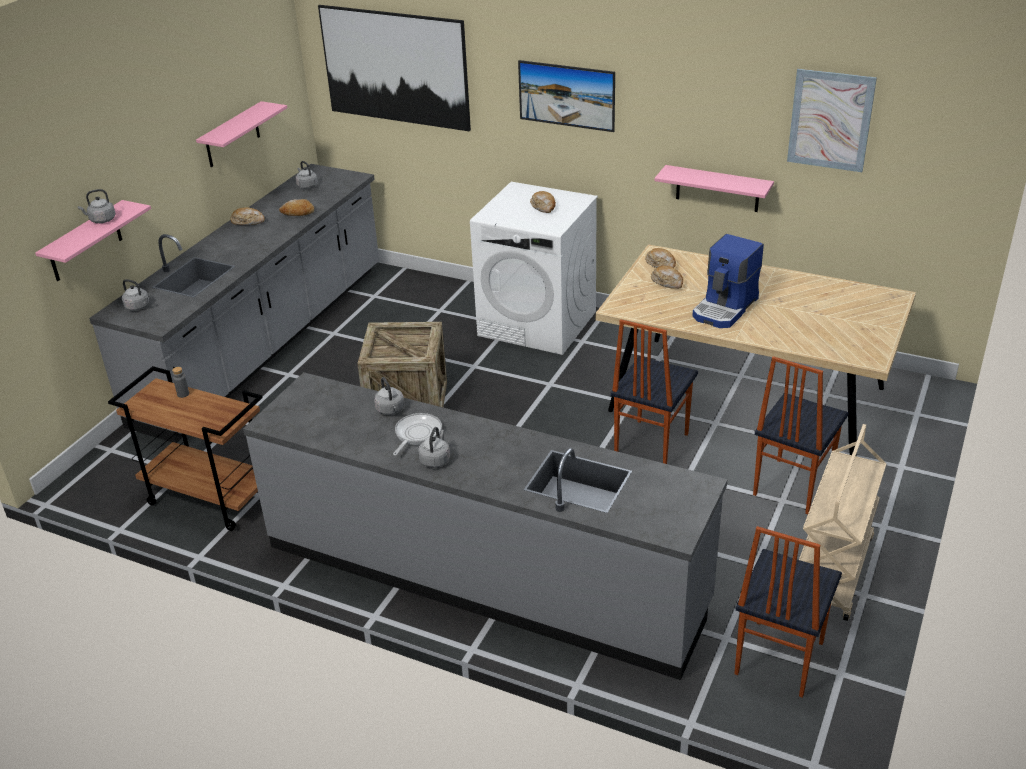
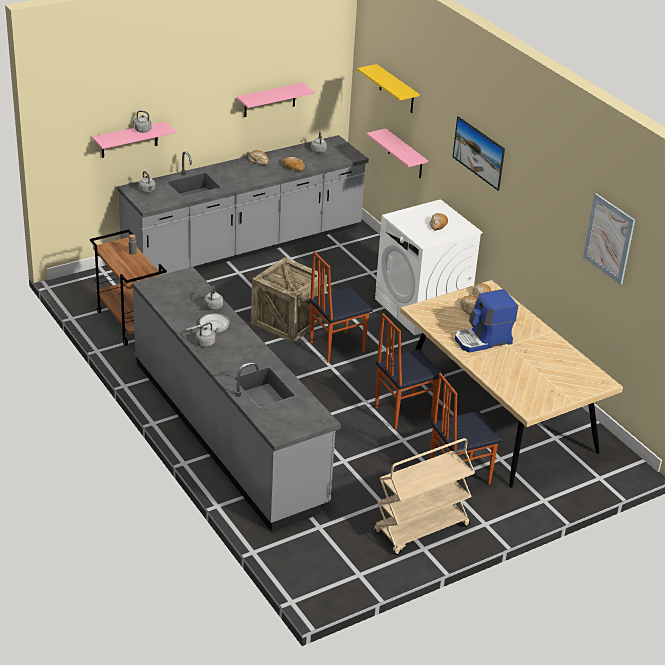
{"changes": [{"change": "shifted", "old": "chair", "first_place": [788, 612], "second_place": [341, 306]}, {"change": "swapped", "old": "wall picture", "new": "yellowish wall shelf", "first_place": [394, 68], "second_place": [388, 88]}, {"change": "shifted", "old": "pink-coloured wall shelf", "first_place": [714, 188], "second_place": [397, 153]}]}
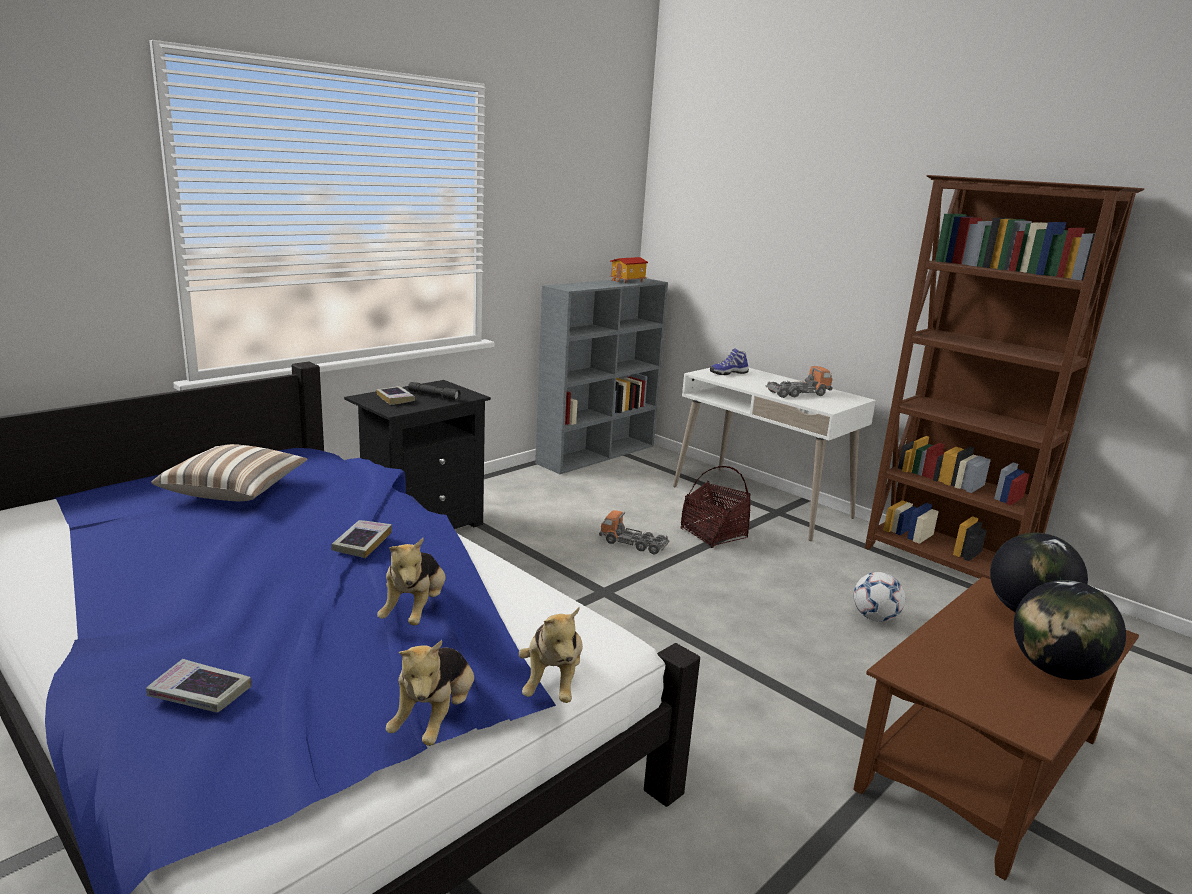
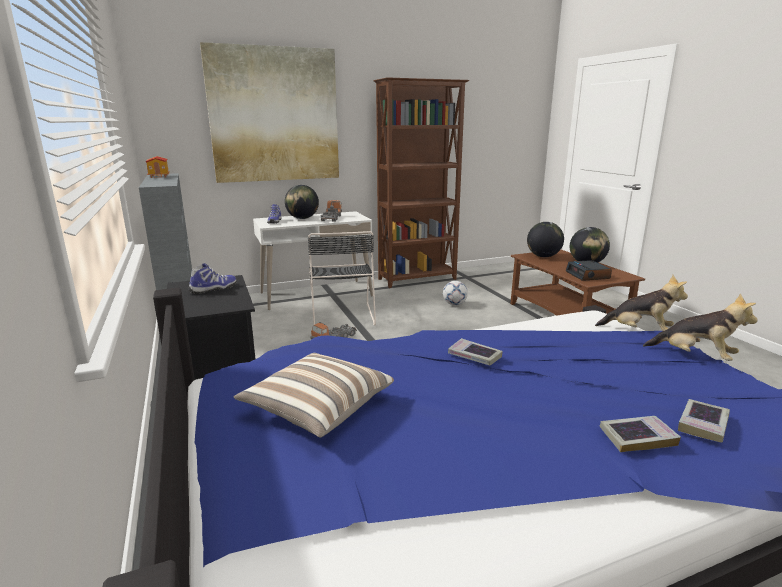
{"changes": [{"change": "swapped", "old": "grey flashlight", "new": "item of footwear", "first_place": [434, 391], "second_place": [212, 278]}, {"change": "new", "new": "wall picture", "second_place": [269, 112]}, {"change": "new", "new": "globe", "second_place": [302, 202]}, {"change": "swapped", "old": "basket", "new": "black-coloured chair", "first_place": [716, 507], "second_place": [342, 278]}, {"change": "new", "new": "table clock", "second_place": [589, 270]}, {"change": "shifted", "old": "book", "first_place": [395, 395], "second_place": [640, 434]}, {"change": "gone", "old": "soft toy", "first_place": [411, 581]}]}
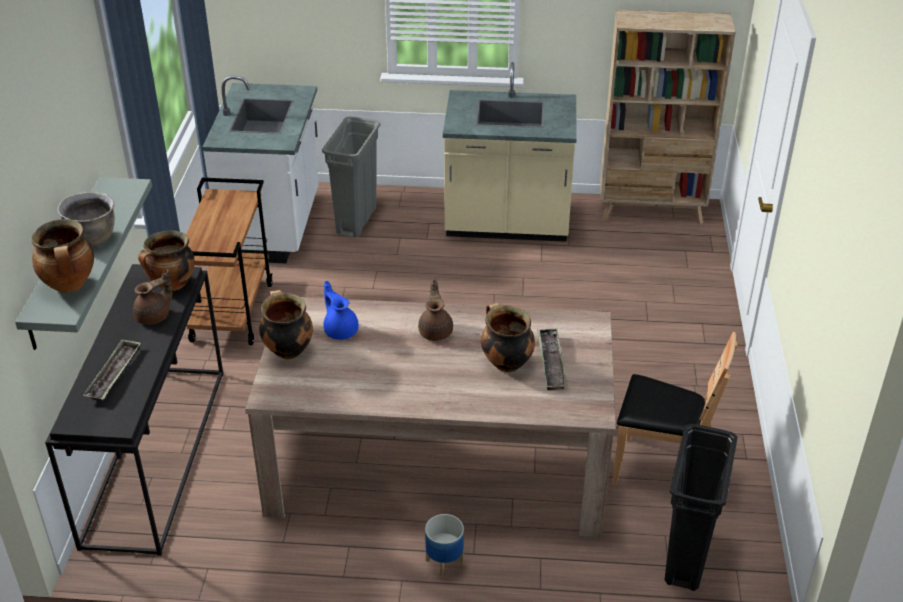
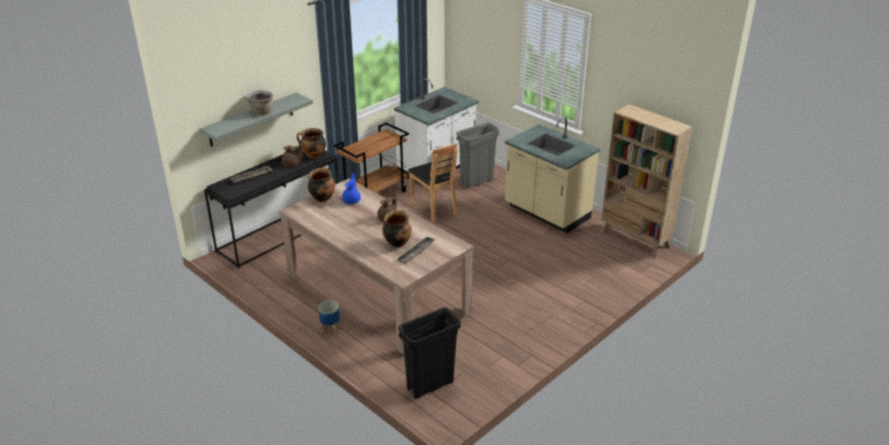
{"changes": [{"change": "shifted", "old": "brownish chair", "first_place": [674, 408], "second_place": [433, 183]}, {"change": "gone", "old": "cooking pot", "first_place": [63, 256]}]}
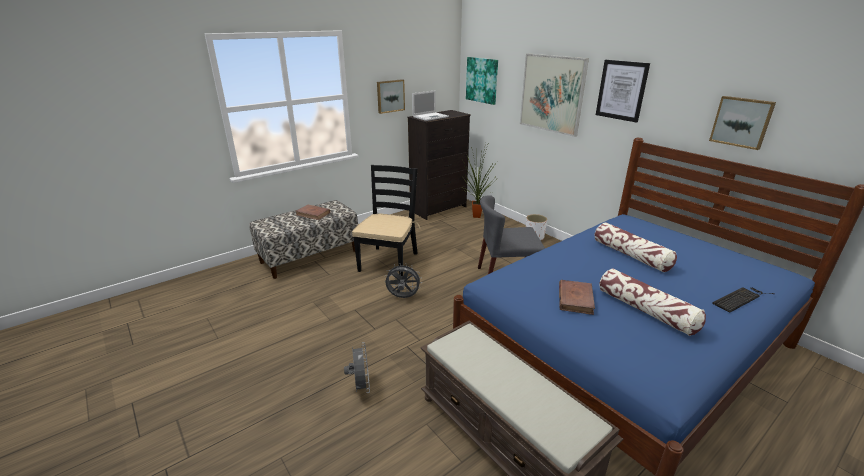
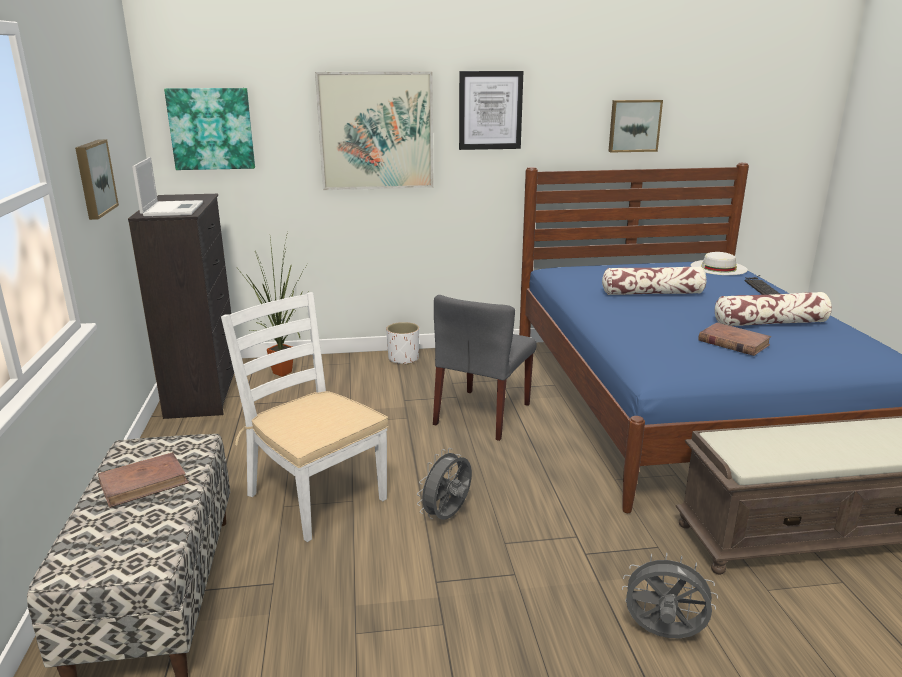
{"changes": [{"change": "repainted", "old": "black-coloured chair", "new": "white-coloured chair", "first_place": [386, 221], "second_place": [304, 417]}, {"change": "new", "new": "white-coloured hat", "second_place": [719, 263]}]}
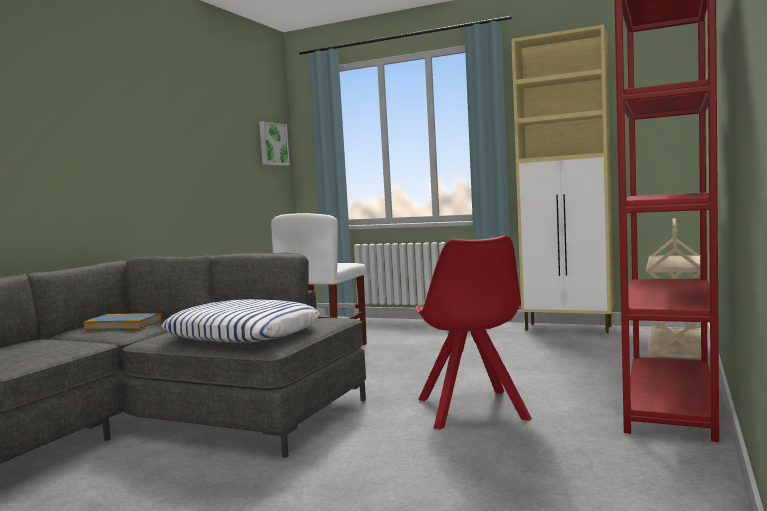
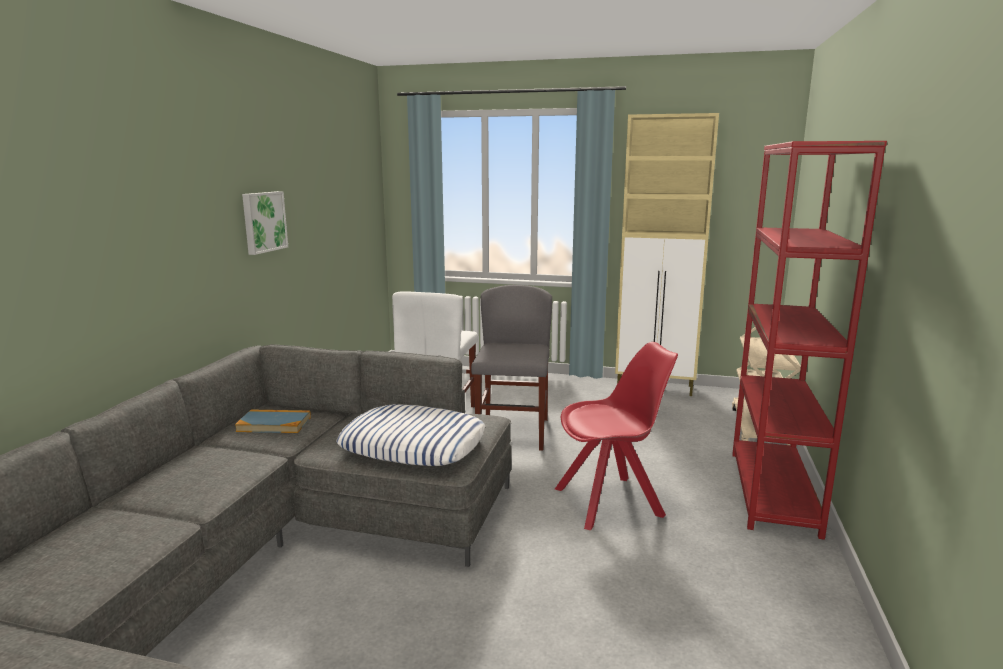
{"changes": [{"change": "shifted", "old": "wall picture", "first_place": [274, 143], "second_place": [265, 223]}, {"change": "new", "new": "grey chair", "second_place": [511, 368]}, {"change": "rotated", "old": "red chair", "first_place": [473, 332], "second_place": [616, 436], "degrees": -90}]}
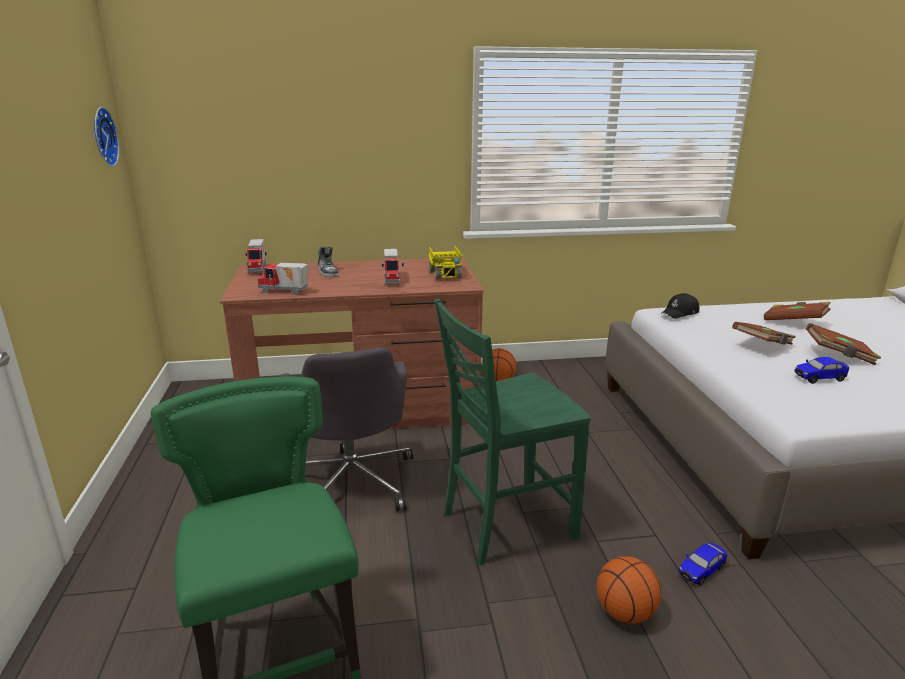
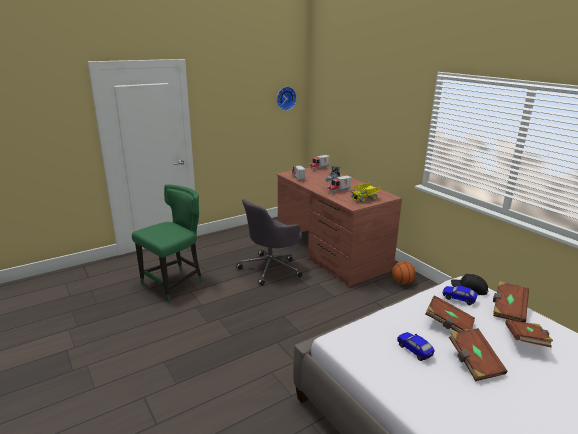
{"changes": [{"change": "shifted", "old": "miniature car", "first_place": [703, 564], "second_place": [460, 295]}, {"change": "new", "new": "brownish book", "second_place": [511, 302]}, {"change": "gone", "old": "green-coloured chair", "first_place": [512, 432]}, {"change": "gone", "old": "basketball ball", "first_place": [629, 590]}]}
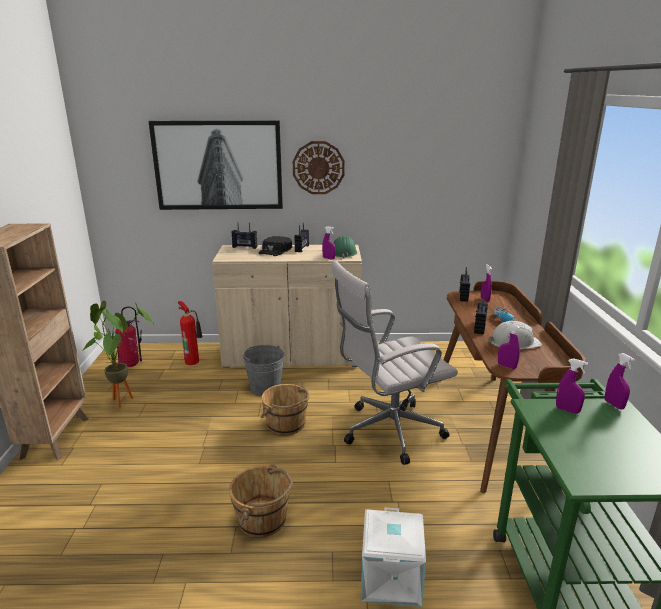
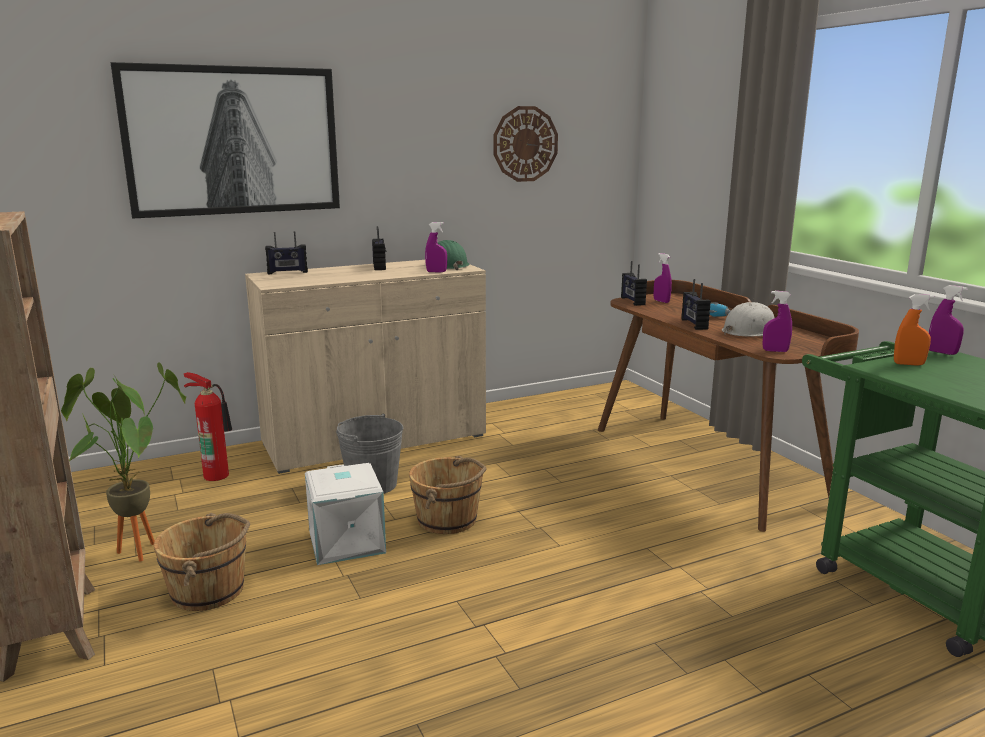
{"changes": [{"change": "shifted", "old": "brownish water bucket", "first_place": [261, 501], "second_place": [202, 562]}, {"change": "shifted", "old": "white-coloured storage container", "first_place": [393, 557], "second_place": [345, 514]}, {"change": "shifted", "old": "wall clock", "first_place": [319, 167], "second_place": [525, 144]}, {"change": "repainted", "old": "purple-coloured spray bottle", "new": "orangey spray bottle", "first_place": [572, 386], "second_place": [914, 330]}, {"change": "gone", "old": "fire-fighting cylinder", "first_place": [128, 336]}, {"change": "gone", "old": "black-coloured baseball cap", "first_place": [275, 246]}, {"change": "gone", "old": "white-coloured office chair", "first_place": [394, 363]}]}
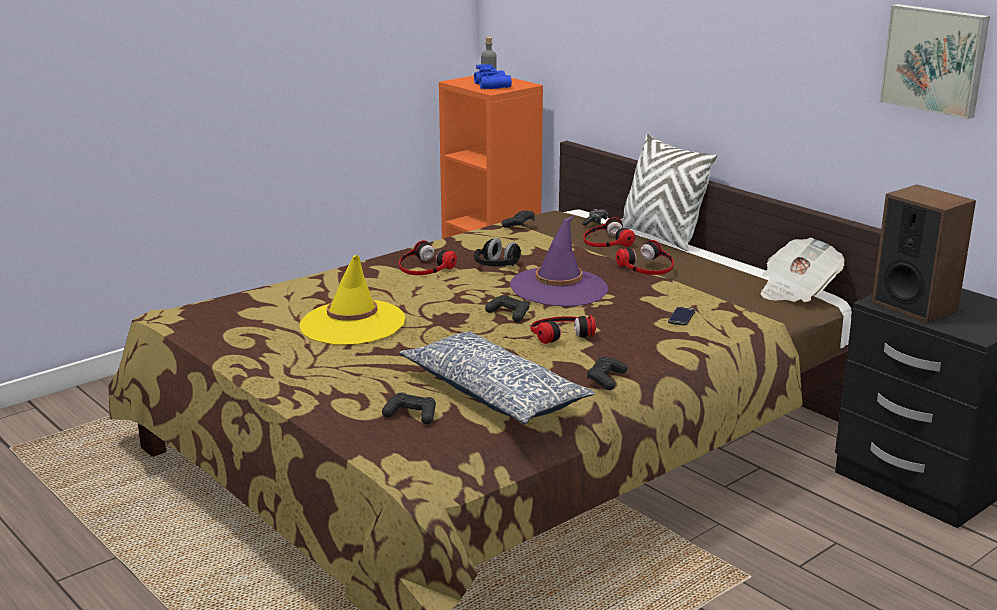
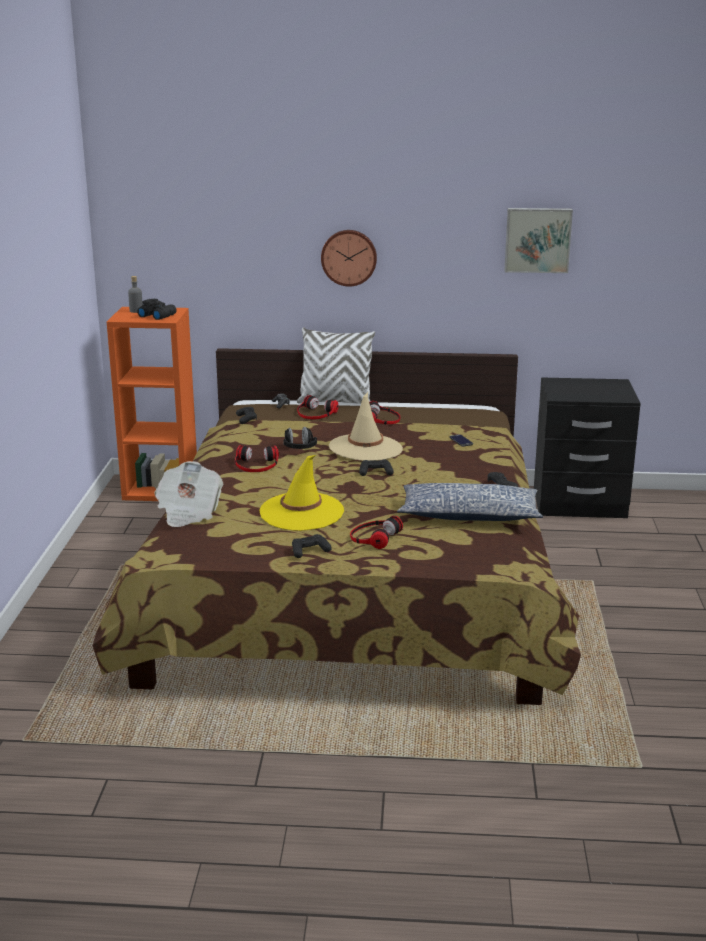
{"changes": [{"change": "repainted", "old": "bluish field glasses", "new": "black-coloured field glasses", "first_place": [493, 76], "second_place": [156, 309]}, {"change": "shifted", "old": "daily paper", "first_place": [803, 269], "second_place": [188, 494]}, {"change": "shifted", "old": "black-coloured game controller", "first_place": [409, 408], "second_place": [312, 546]}, {"change": "new", "new": "wall clock", "second_place": [349, 258]}, {"change": "repainted", "old": "purple-coloured hat", "new": "sand-coloured hat", "first_place": [559, 261], "second_place": [366, 426]}, {"change": "shifted", "old": "pair of headphones", "first_place": [563, 329], "second_place": [376, 532]}, {"change": "gone", "old": "loudspeaker", "first_place": [924, 254]}]}
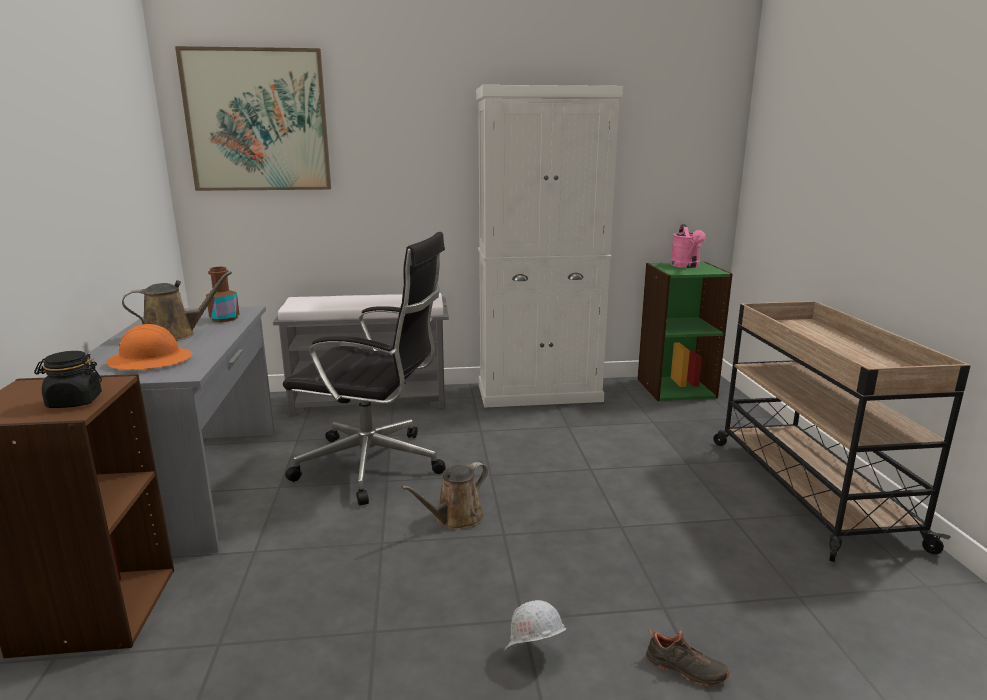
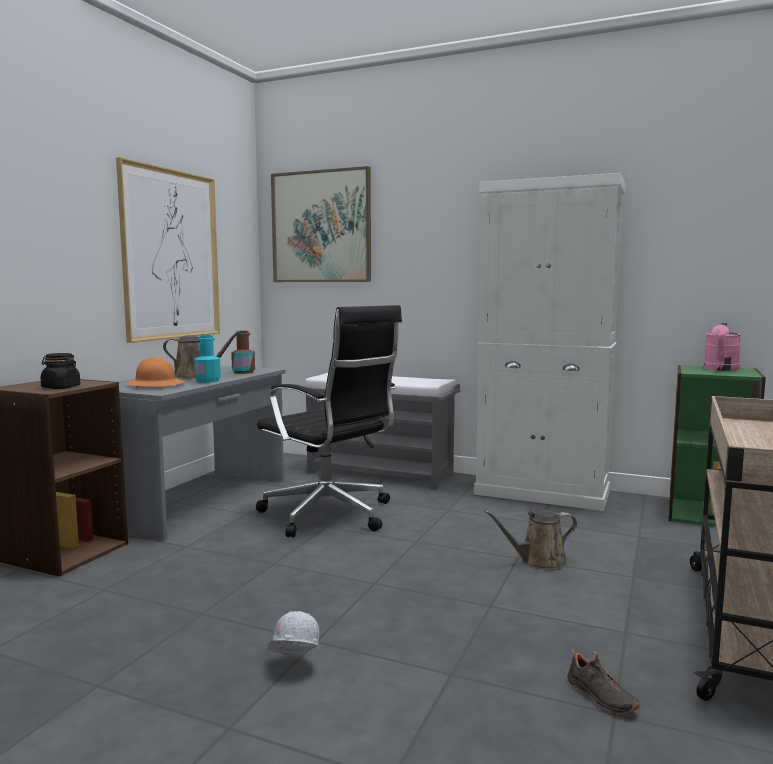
{"changes": [{"change": "new", "new": "wall picture", "second_place": [168, 250]}, {"change": "new", "new": "turquoise-coloured bottle", "second_place": [207, 359]}, {"change": "shifted", "old": "brownish sprinkling can", "first_place": [444, 496], "second_place": [530, 540]}, {"change": "shifted", "old": "black-coloured item of footwear", "first_place": [688, 657], "second_place": [603, 681]}]}
